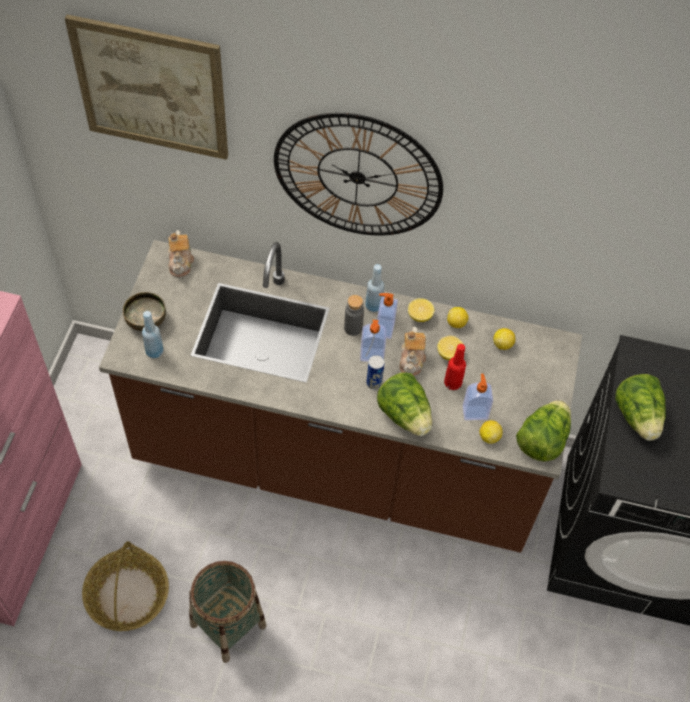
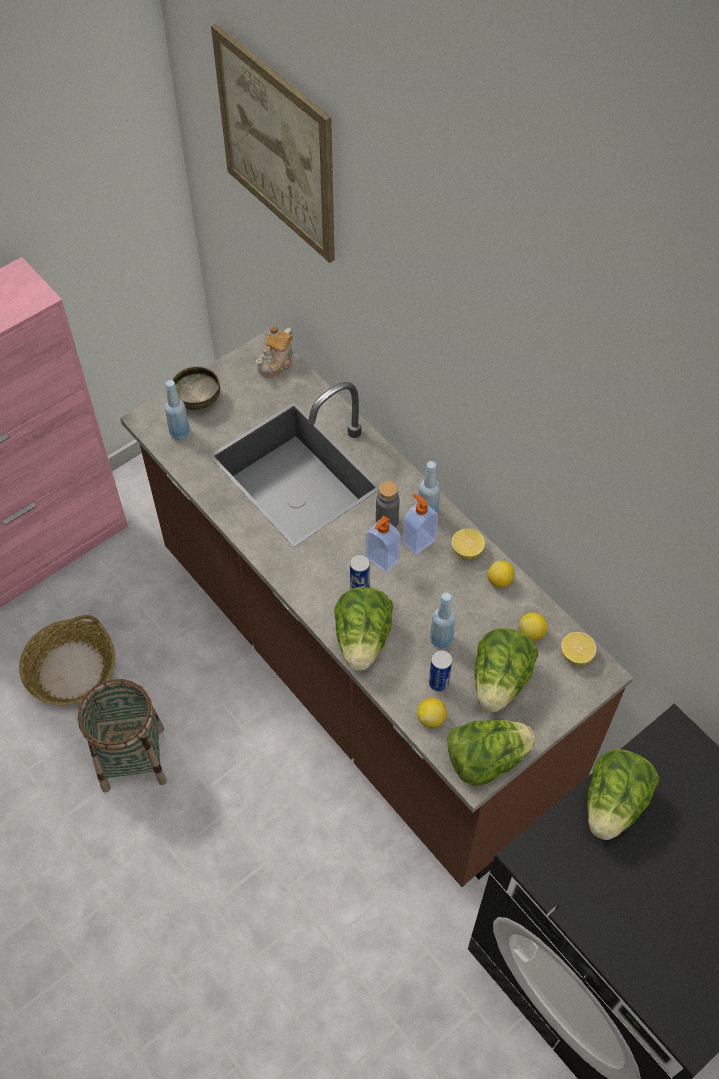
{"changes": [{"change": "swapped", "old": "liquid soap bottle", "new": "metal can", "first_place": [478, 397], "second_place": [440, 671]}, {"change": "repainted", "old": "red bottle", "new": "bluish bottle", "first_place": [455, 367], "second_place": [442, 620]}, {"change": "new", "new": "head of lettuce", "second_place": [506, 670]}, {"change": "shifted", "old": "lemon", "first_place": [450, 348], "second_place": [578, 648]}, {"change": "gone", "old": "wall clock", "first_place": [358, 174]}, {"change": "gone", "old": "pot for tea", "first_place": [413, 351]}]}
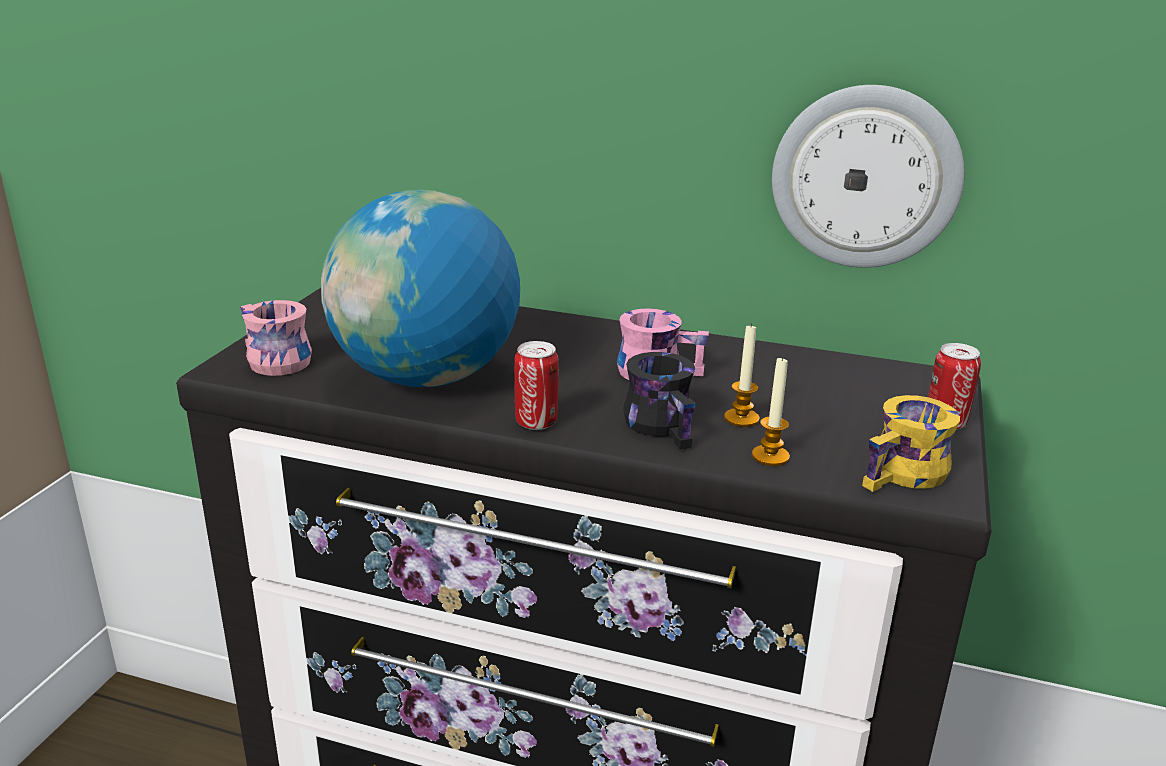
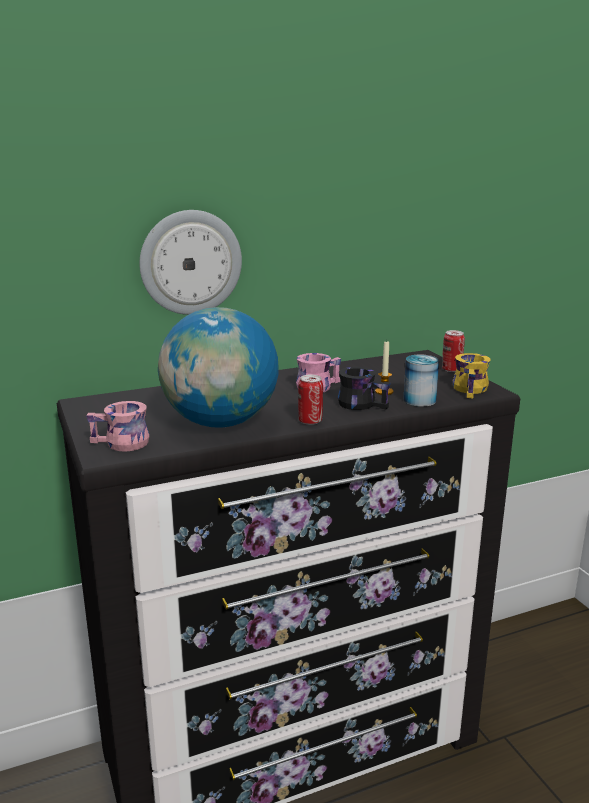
{"changes": [{"change": "shifted", "old": "wall clock", "first_place": [868, 176], "second_place": [190, 262]}, {"change": "swapped", "old": "candle", "new": "metal can", "first_place": [771, 411], "second_place": [421, 380]}]}
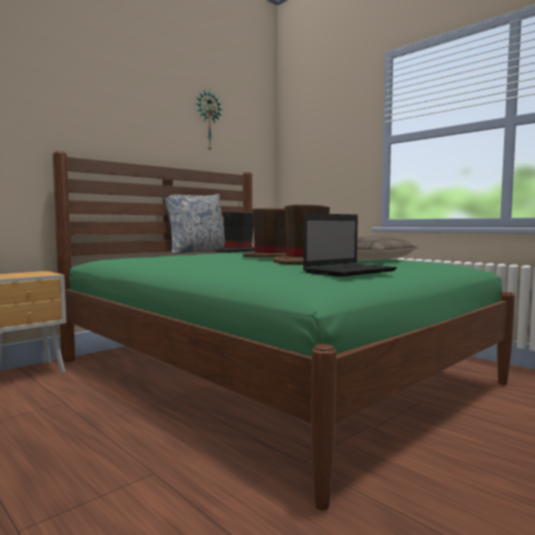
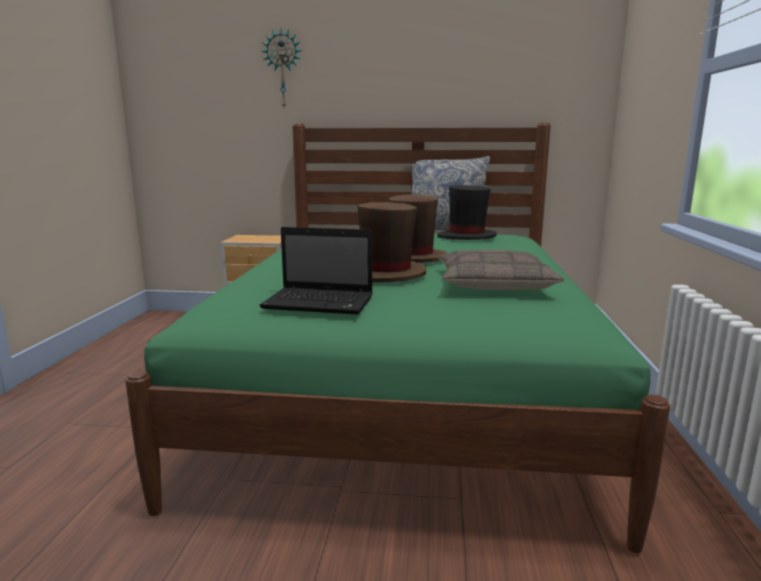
{"changes": [{"change": "shifted", "old": "wall clock", "first_place": [209, 119], "second_place": [281, 67]}]}
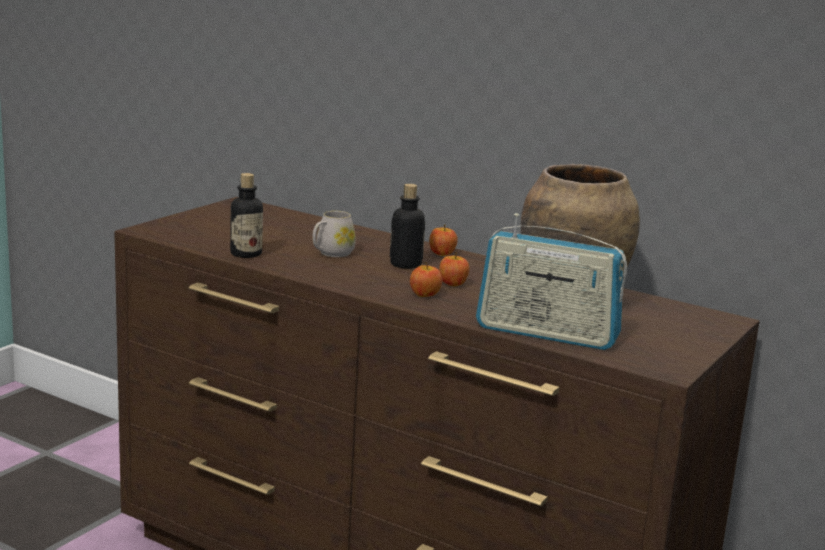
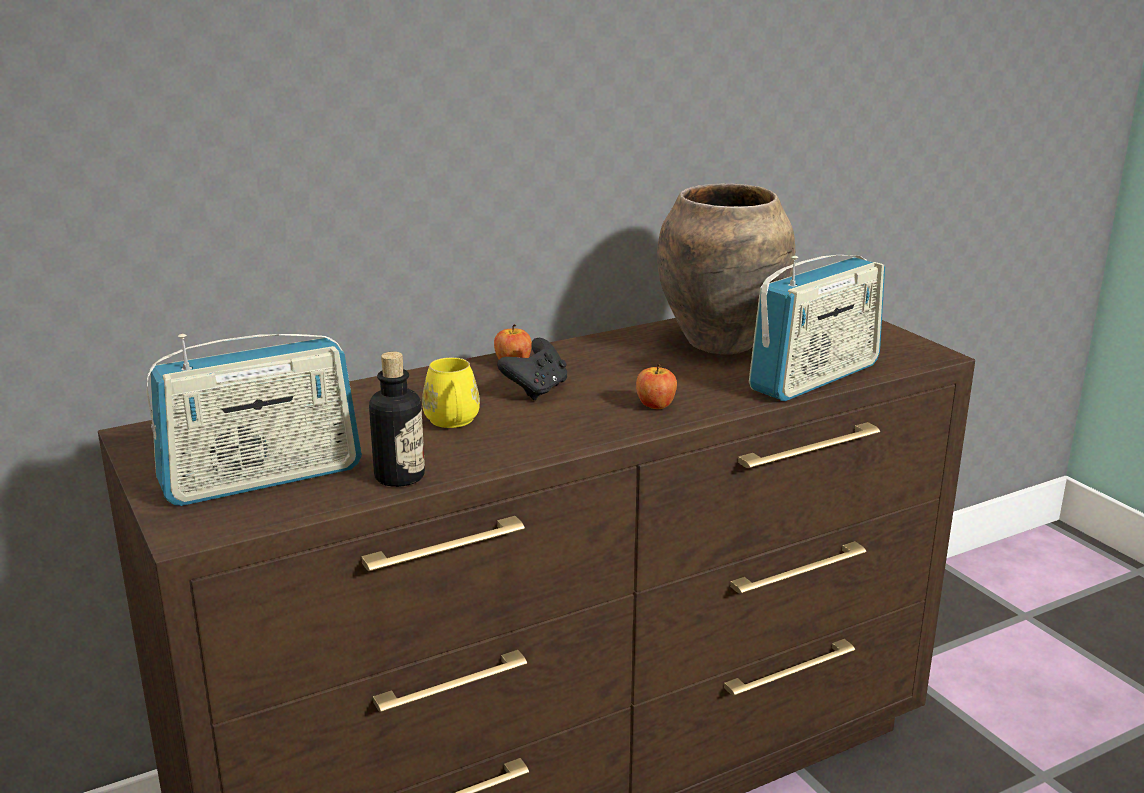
{"changes": [{"change": "new", "new": "radio set", "second_place": [254, 420]}, {"change": "repainted", "old": "white-coloured mug", "new": "yellowish mug", "first_place": [334, 234], "second_place": [451, 392]}, {"change": "swapped", "old": "bottle", "new": "black-coloured game controller", "first_place": [407, 226], "second_place": [532, 369]}, {"change": "gone", "old": "apple fruit", "first_place": [454, 269]}]}
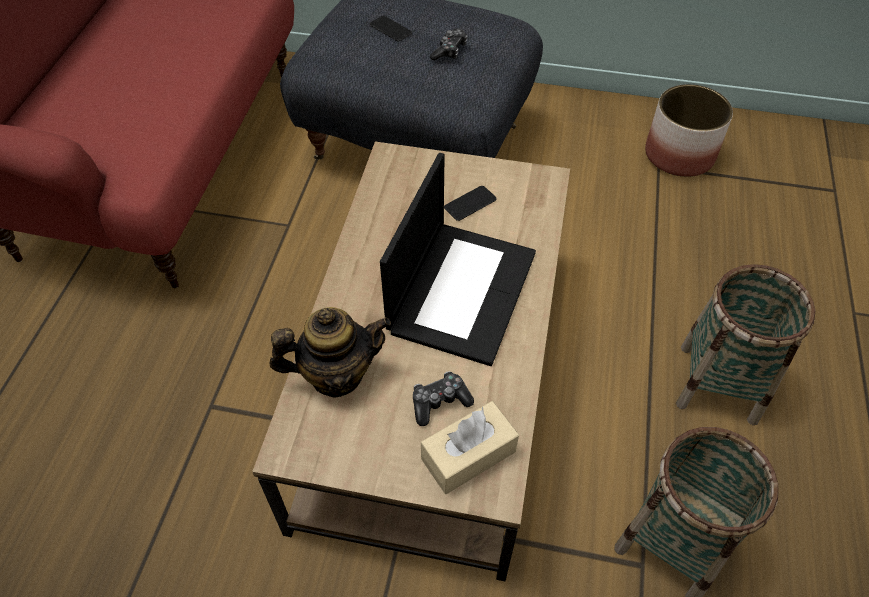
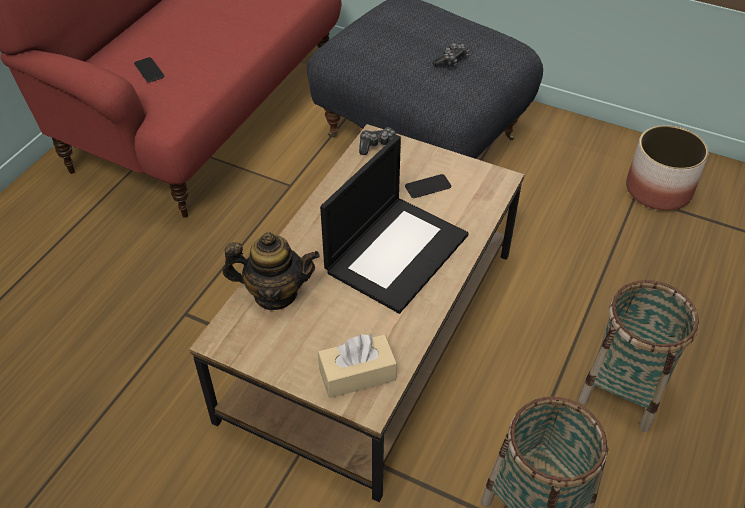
{"changes": [{"change": "shifted", "old": "handset", "first_place": [391, 28], "second_place": [149, 69]}, {"change": "shifted", "old": "game controller", "first_place": [443, 398], "second_place": [377, 141]}]}
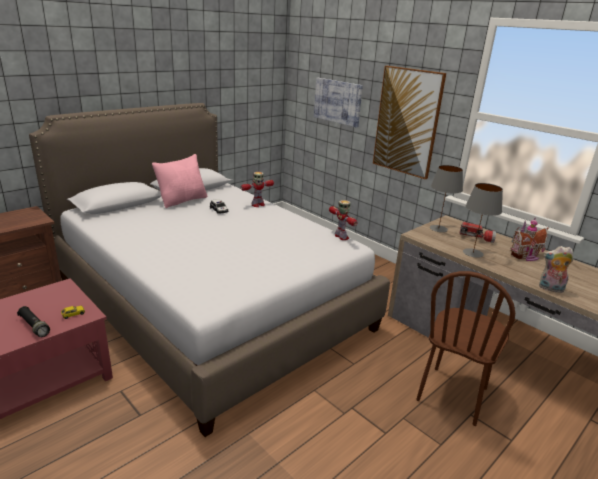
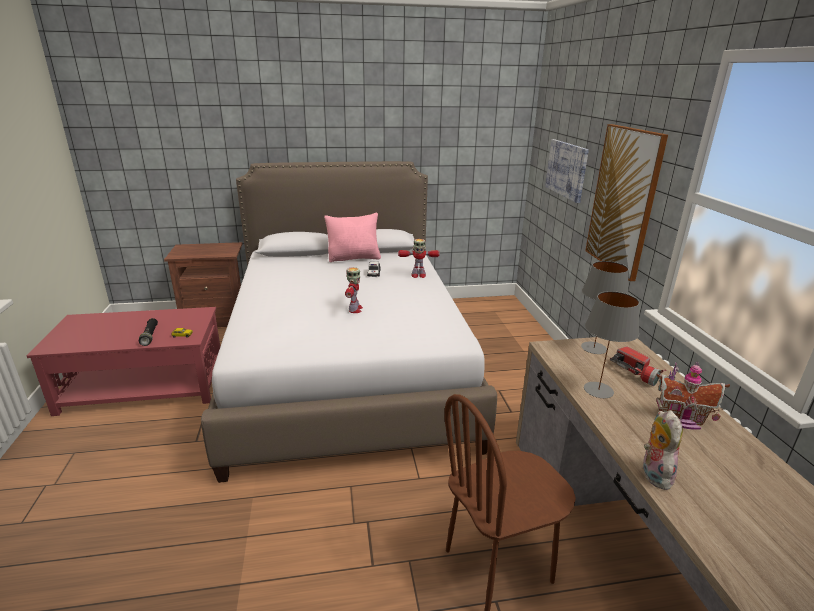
{"changes": [{"change": "shifted", "old": "toy robot", "first_place": [343, 220], "second_place": [354, 290]}, {"change": "rotated", "old": "soft toy", "first_place": [556, 269], "second_place": [662, 450], "degrees": 45}]}
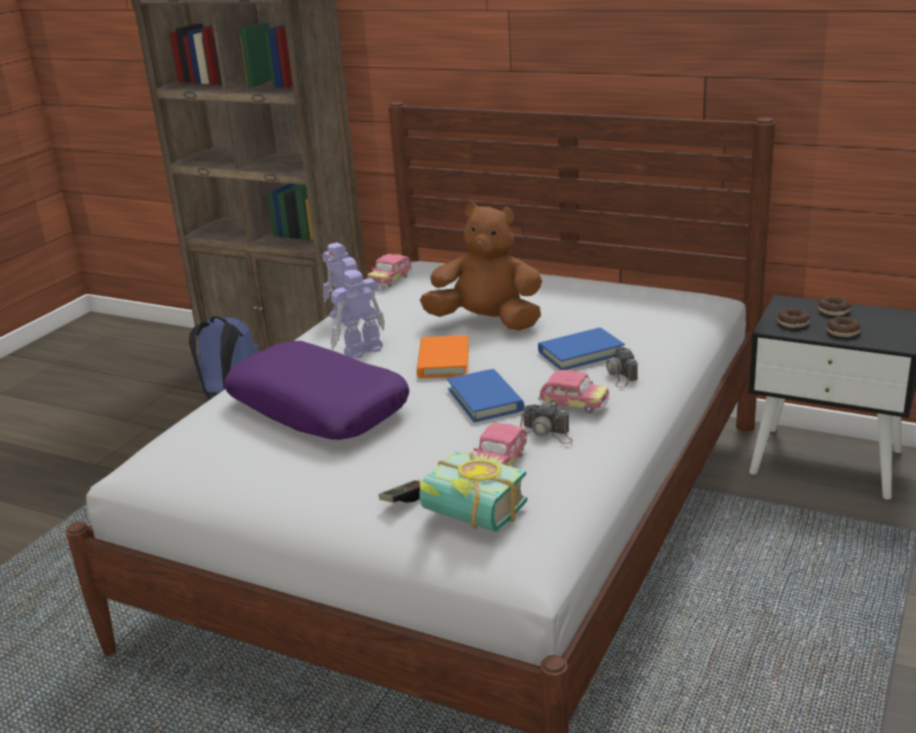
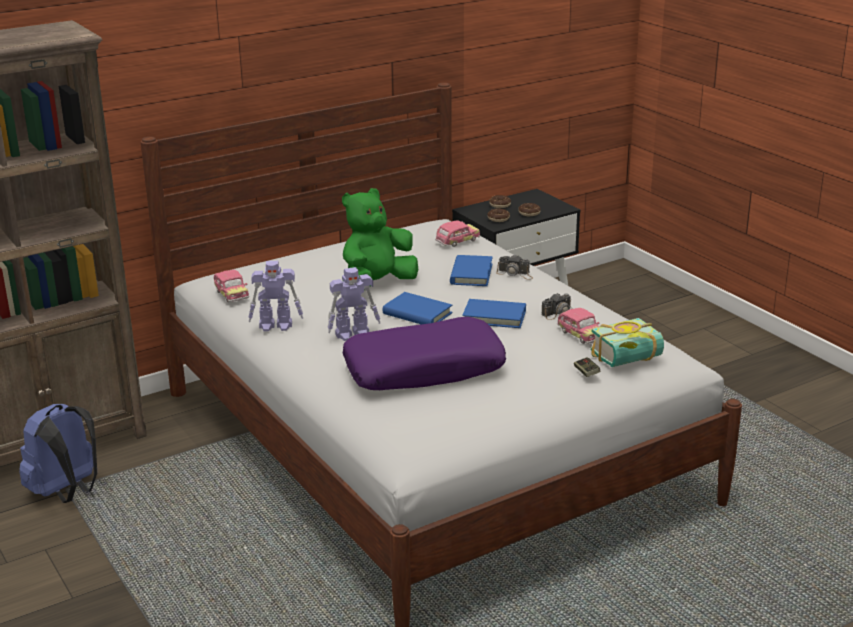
{"changes": [{"change": "rotated", "old": "toy robot", "first_place": [358, 314], "second_place": [354, 304], "degrees": -105}, {"change": "repainted", "old": "brownish soft toy", "new": "green-coloured soft toy", "first_place": [481, 266], "second_place": [380, 237]}, {"change": "repainted", "old": "orangey book", "new": "bluish book", "first_place": [443, 356], "second_place": [418, 308]}, {"change": "shifted", "old": "miniature car", "first_place": [574, 391], "second_place": [457, 233]}]}
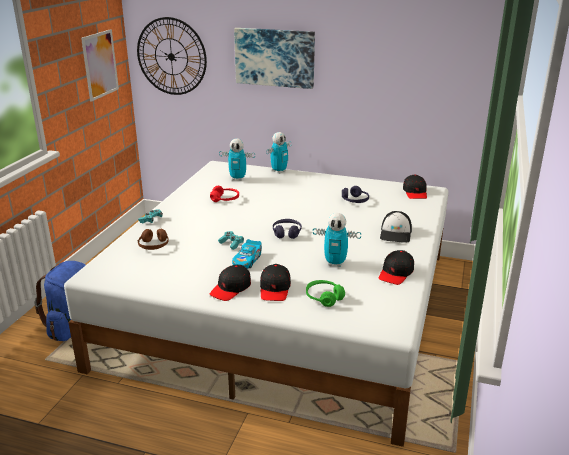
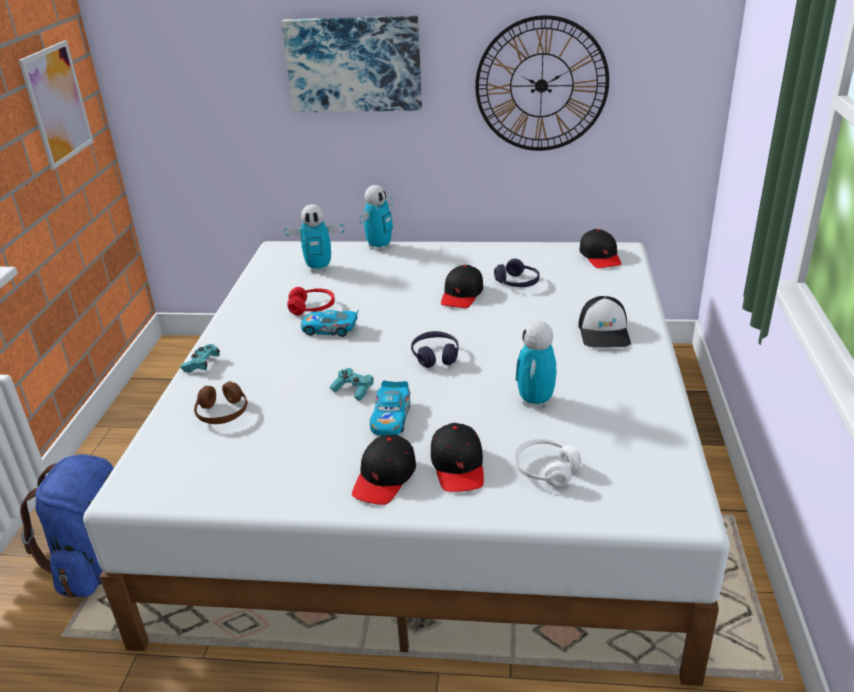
{"changes": [{"change": "new", "new": "miniature car", "second_place": [330, 323]}, {"change": "shifted", "old": "black-coloured baseball cap", "first_place": [396, 267], "second_place": [462, 286]}, {"change": "shifted", "old": "wall clock", "first_place": [172, 56], "second_place": [542, 83]}, {"change": "repainted", "old": "green-coloured pair of headphones", "new": "white-coloured pair of headphones", "first_place": [325, 293], "second_place": [547, 463]}, {"change": "rotated", "old": "toy robot", "first_place": [337, 240], "second_place": [535, 364], "degrees": 105}]}
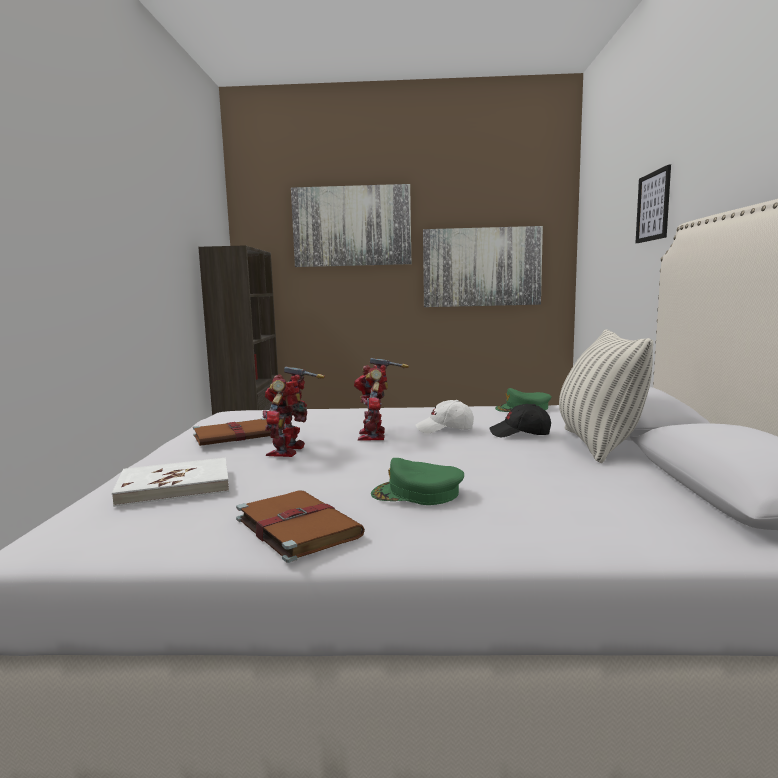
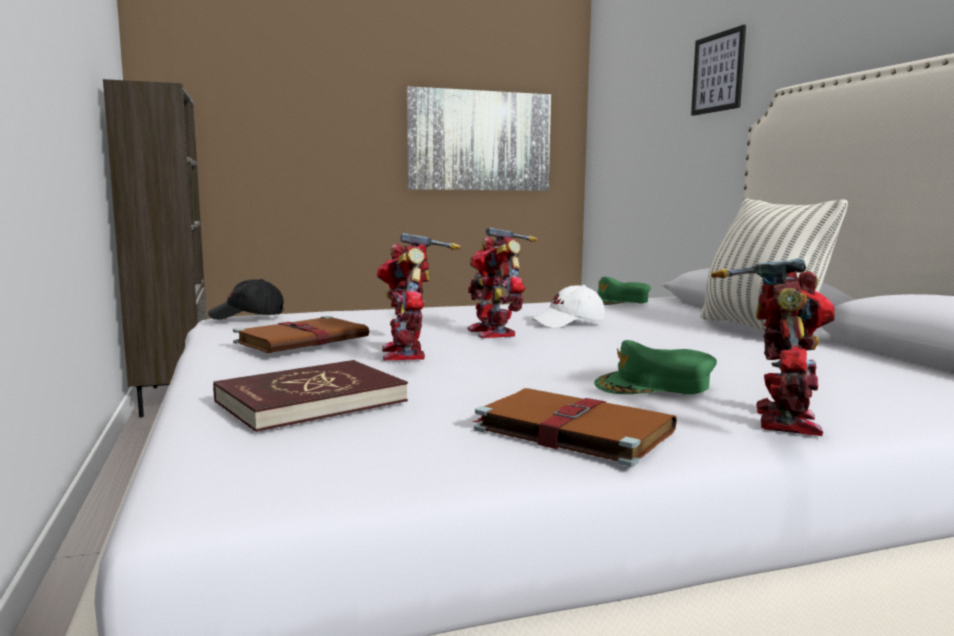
{"changes": [{"change": "shifted", "old": "black-coloured baseball cap", "first_place": [520, 420], "second_place": [246, 299]}, {"change": "repainted", "old": "white-coloured book", "new": "red book", "first_place": [170, 482], "second_place": [310, 396]}, {"change": "new", "new": "toy robot", "second_place": [773, 347]}, {"change": "gone", "old": "wall picture", "first_place": [351, 225]}]}
